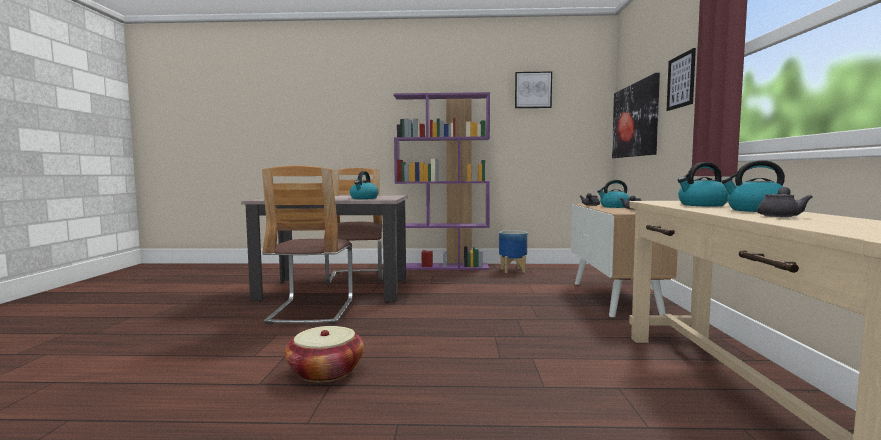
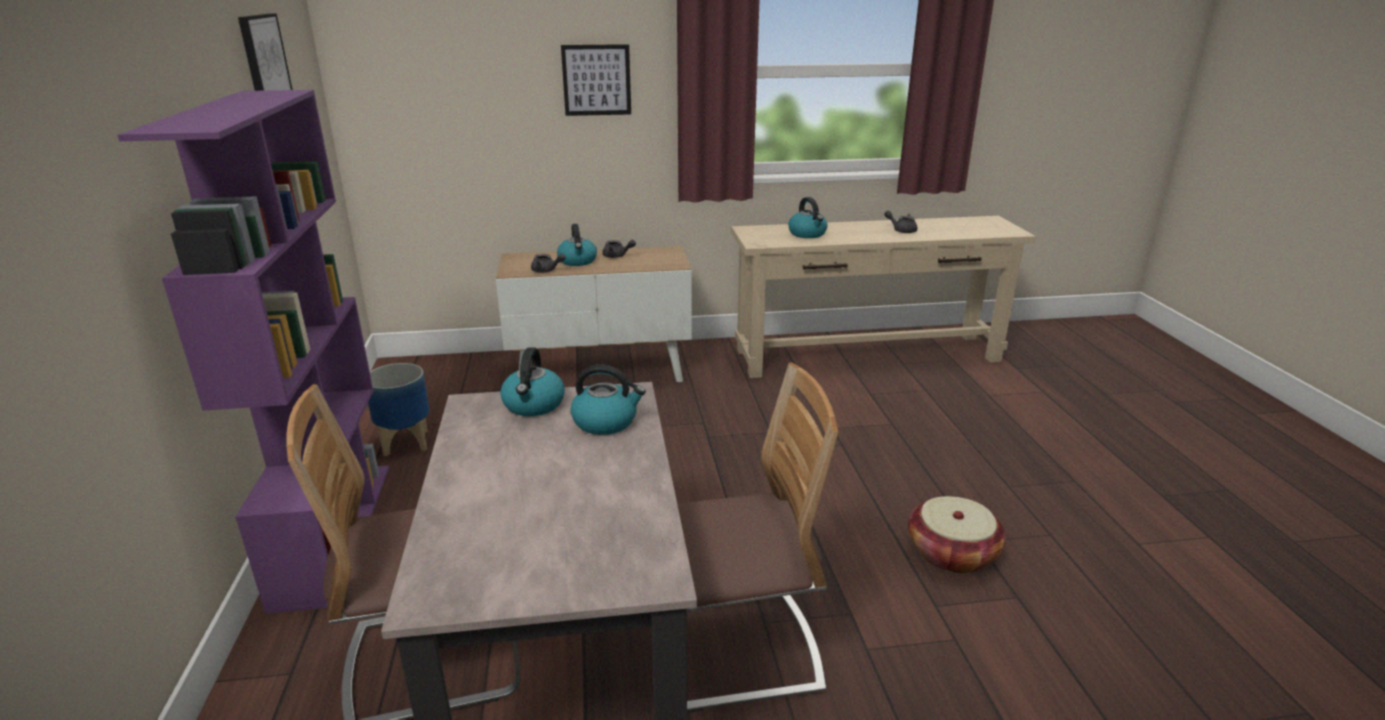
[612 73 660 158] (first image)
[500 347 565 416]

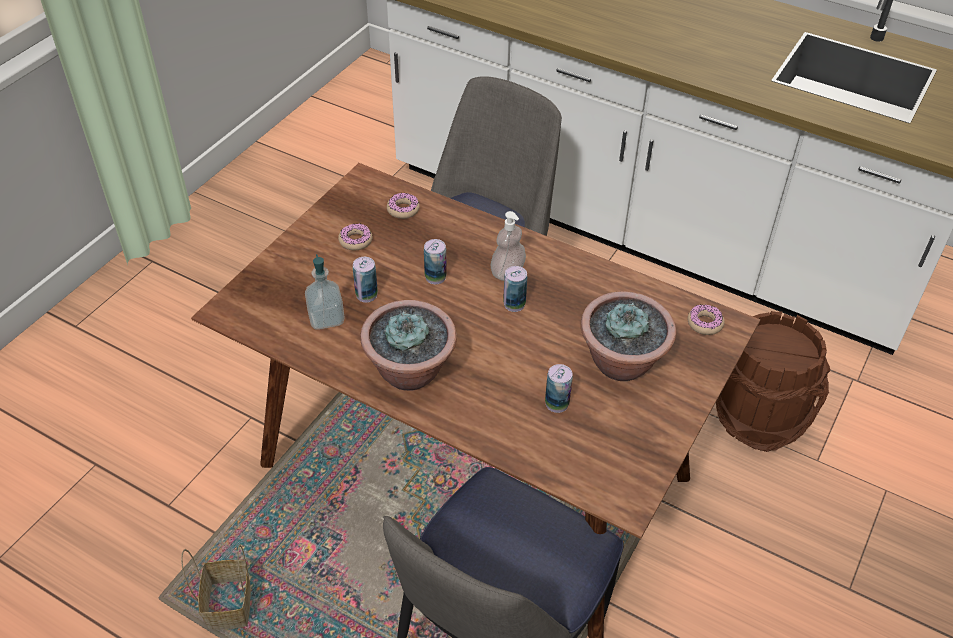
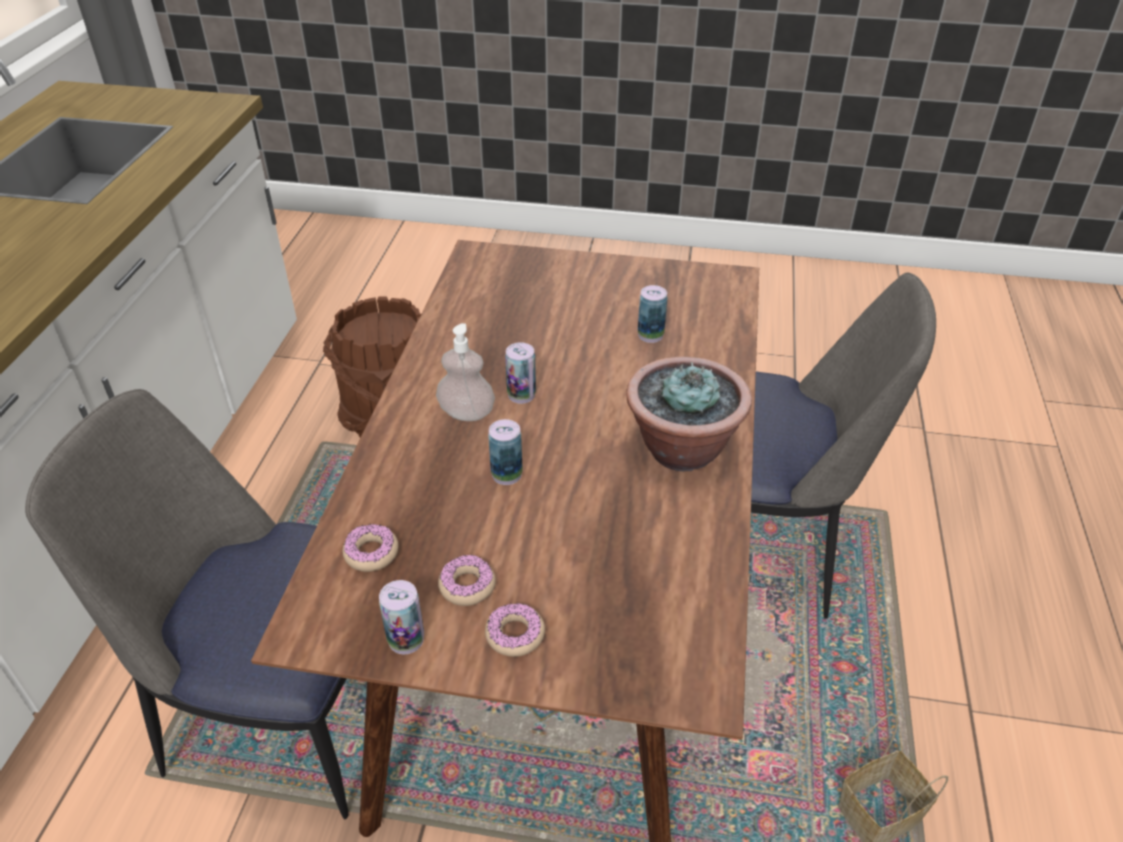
[305 254 345 330] (first image)
[379 580 424 654]
[581 291 676 381] (first image)
[485 602 545 657]

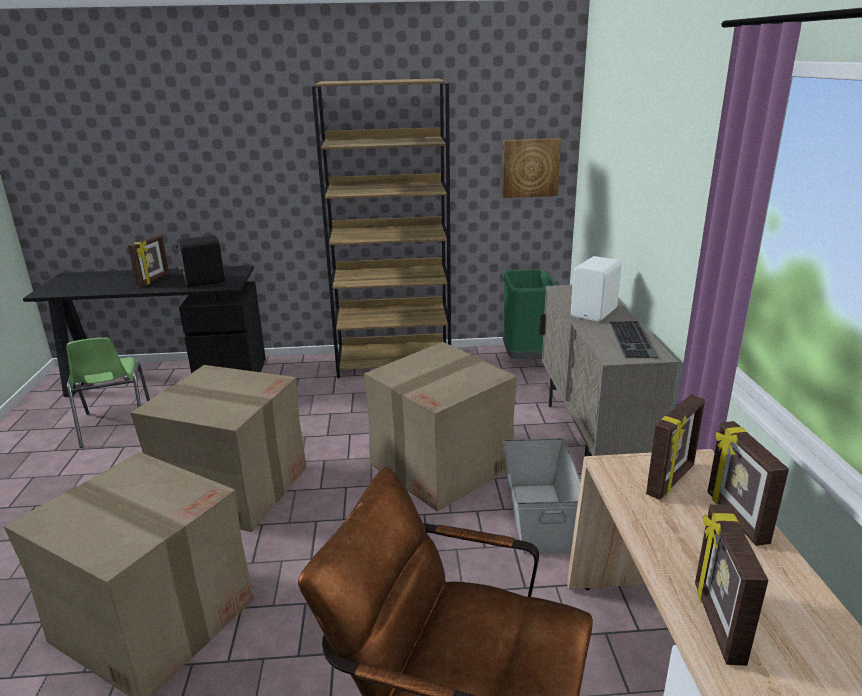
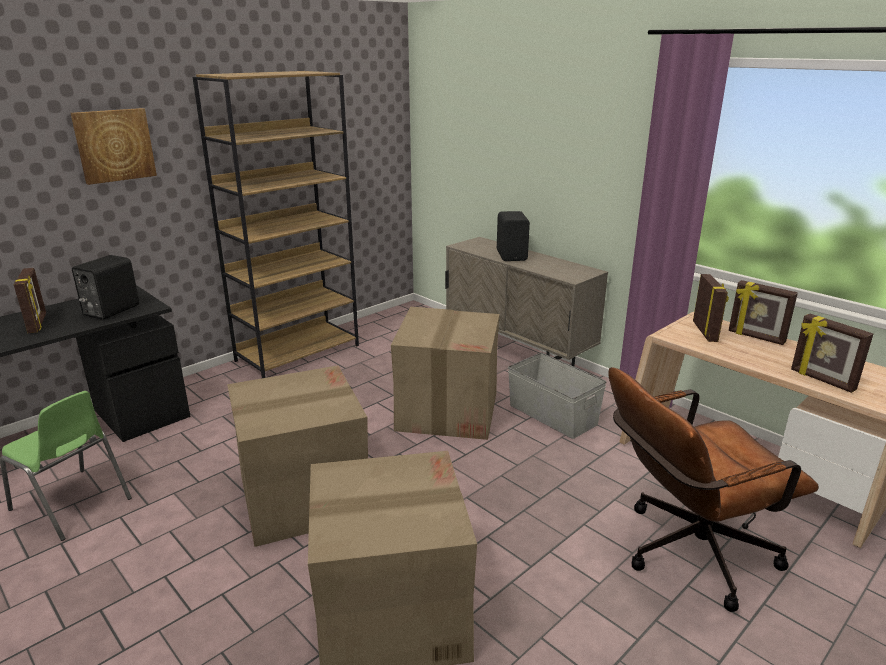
[71 108 157 185]
[503 269 556 359] (first image)
[497 211 530 261]
[609 321 658 358] (first image)

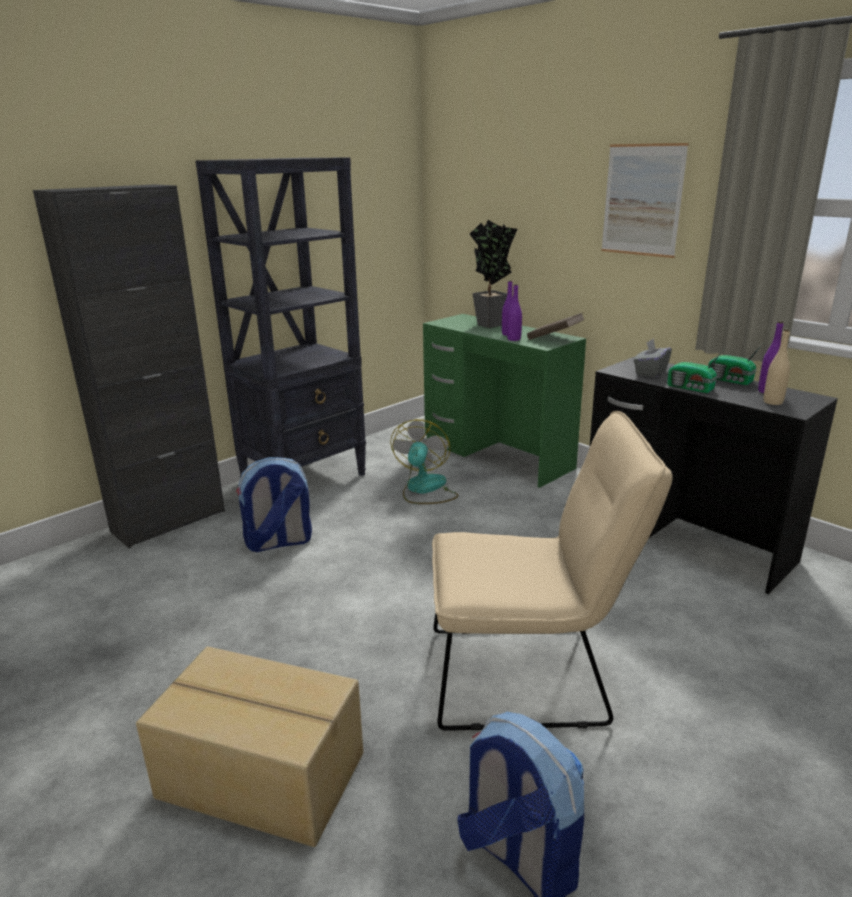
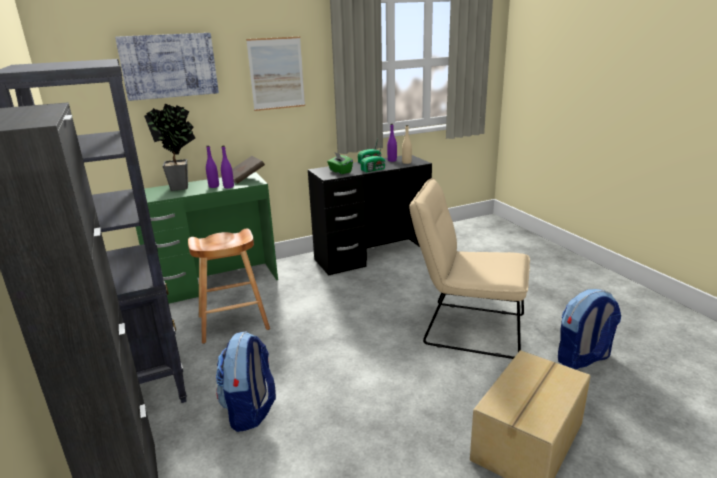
[188 229 270 344]
[410 178 530 359]
[327 153 353 174]
[115 33 219 101]

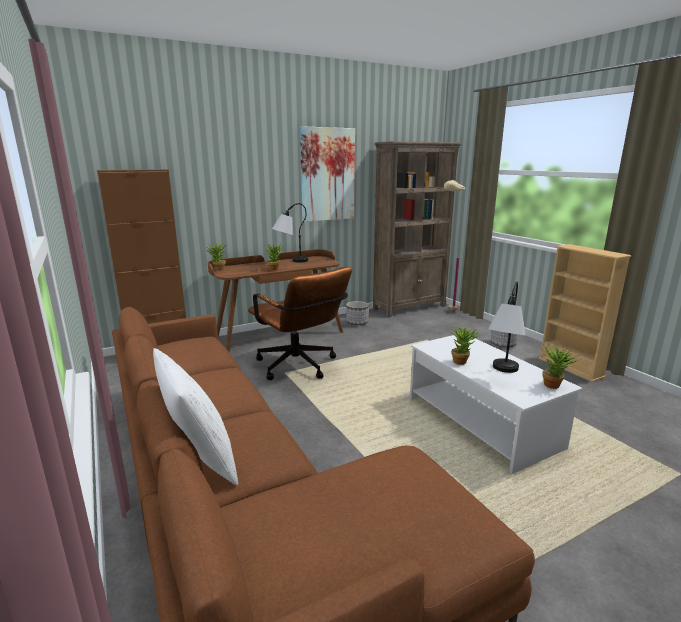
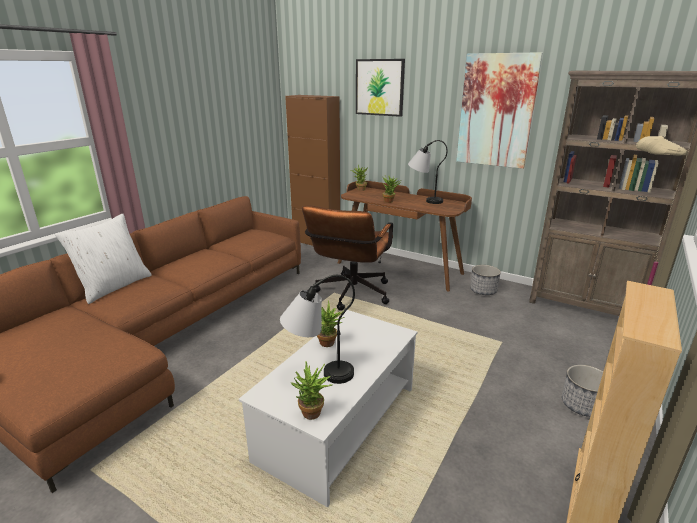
[356 59 405 117]

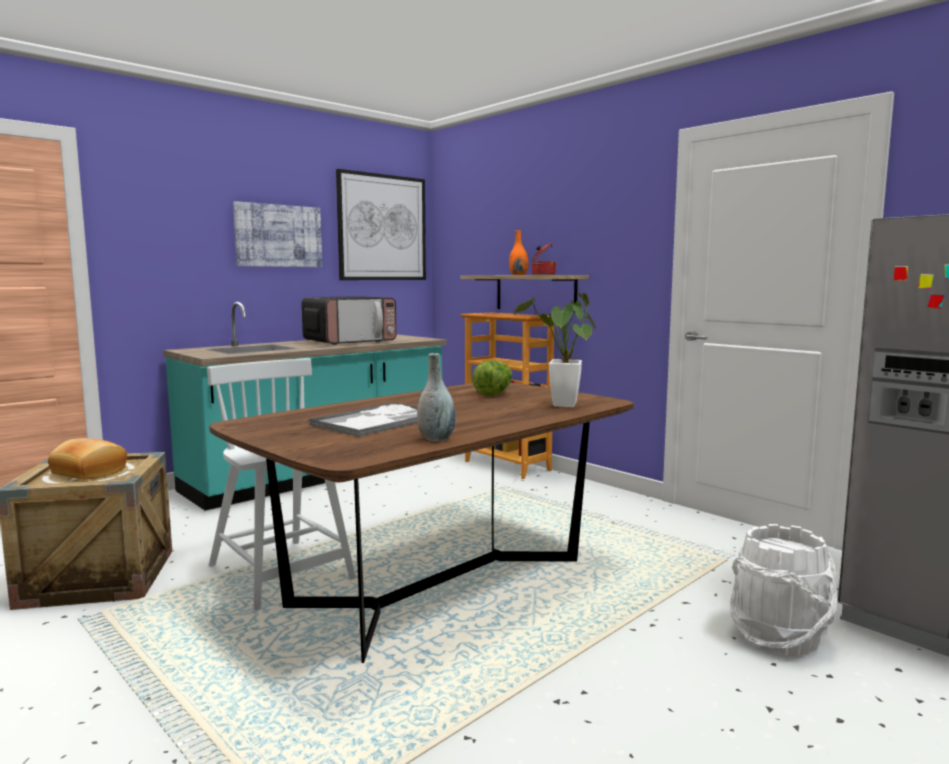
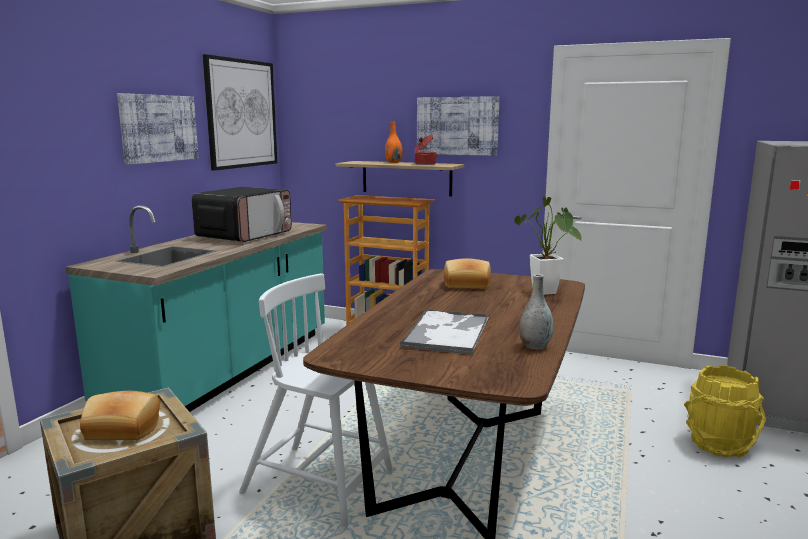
[444 258 491 289]
[684 365 766 458]
[417 96 500 156]

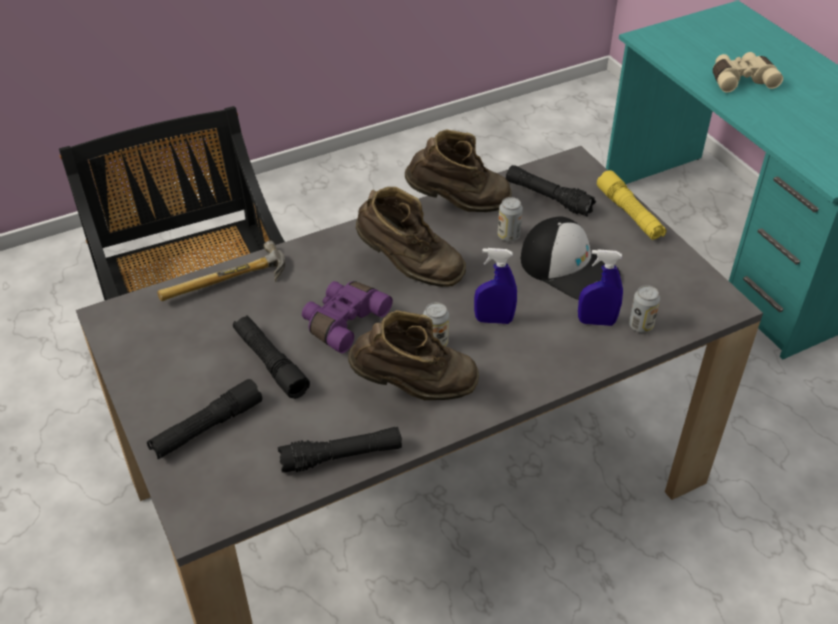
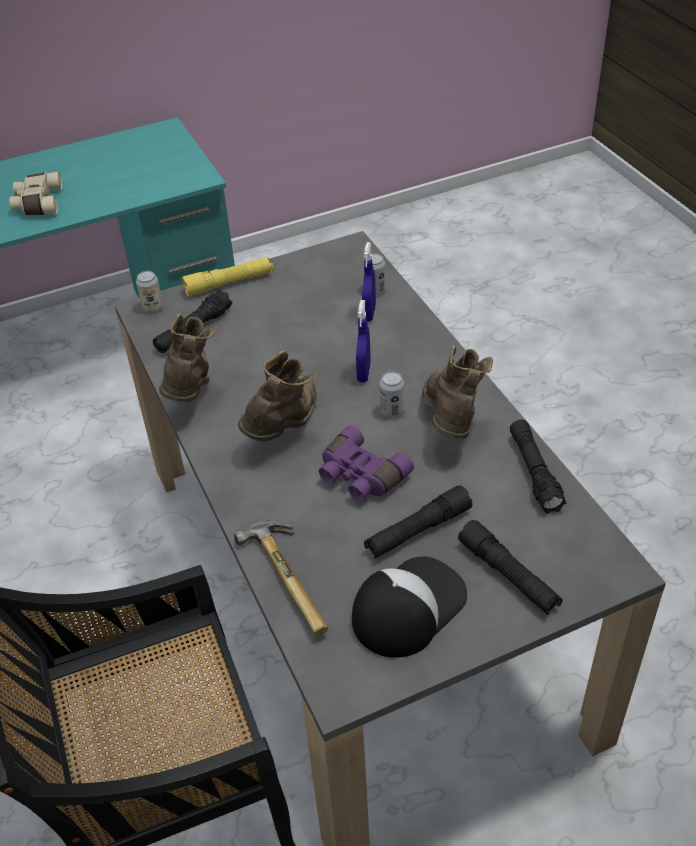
[136 271 163 313]
[352 556 467 658]

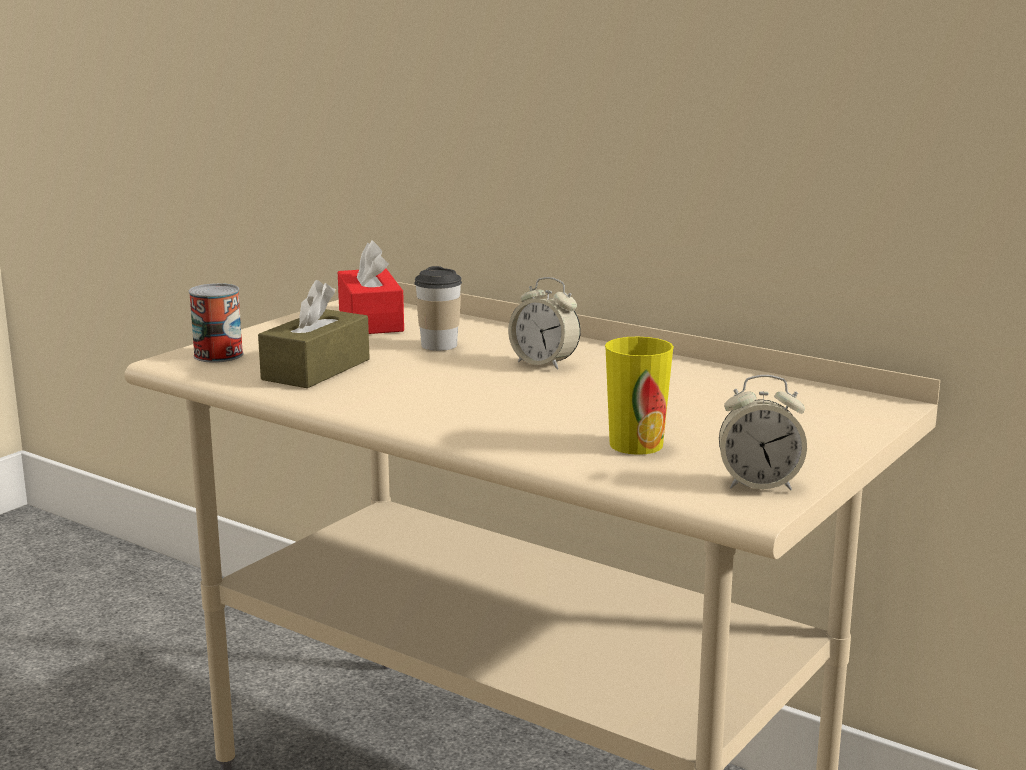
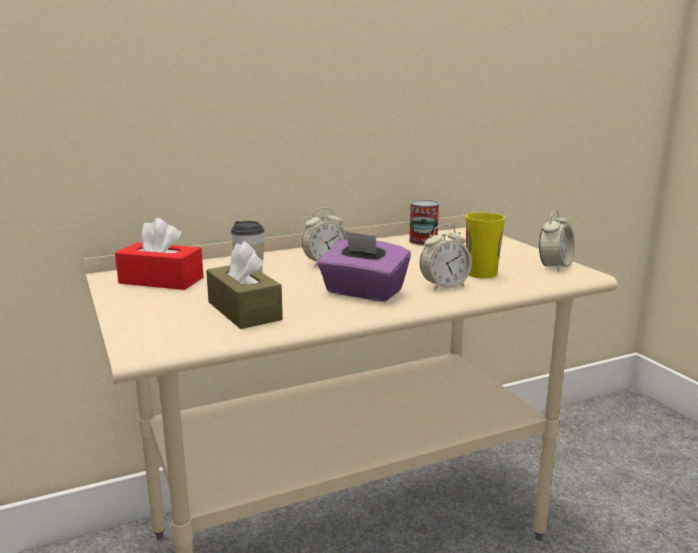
[409 200 440 246]
[318 231 411 302]
[420 224 472 291]

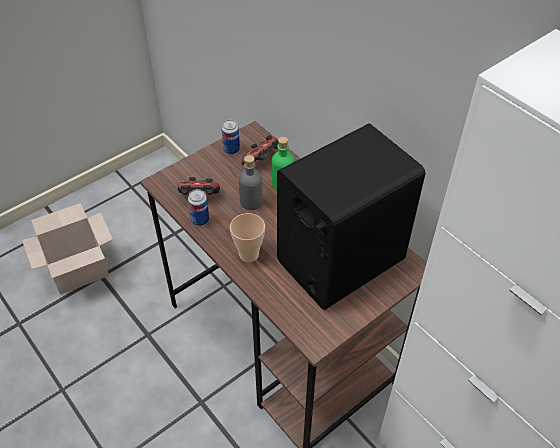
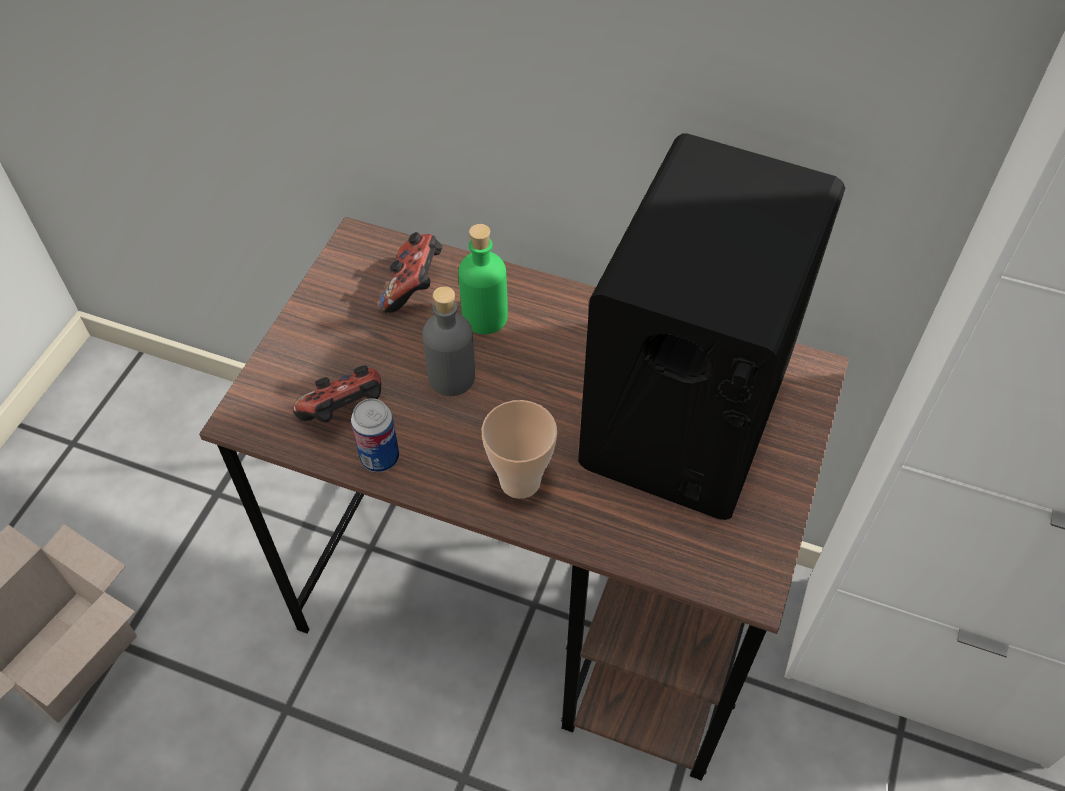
[221 120 240 154] (first image)

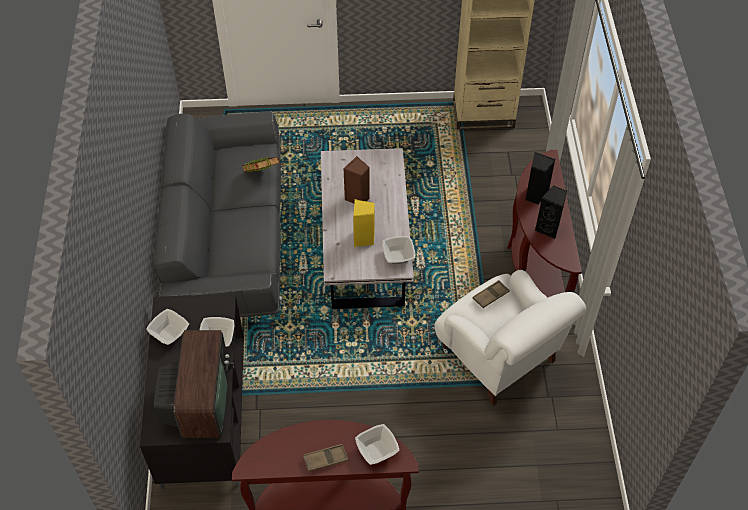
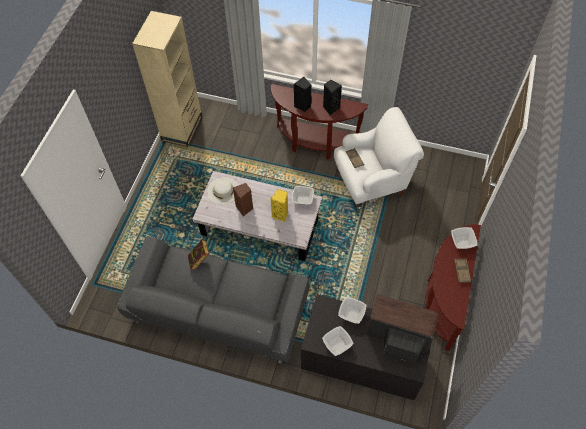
[207 177 239 204]

